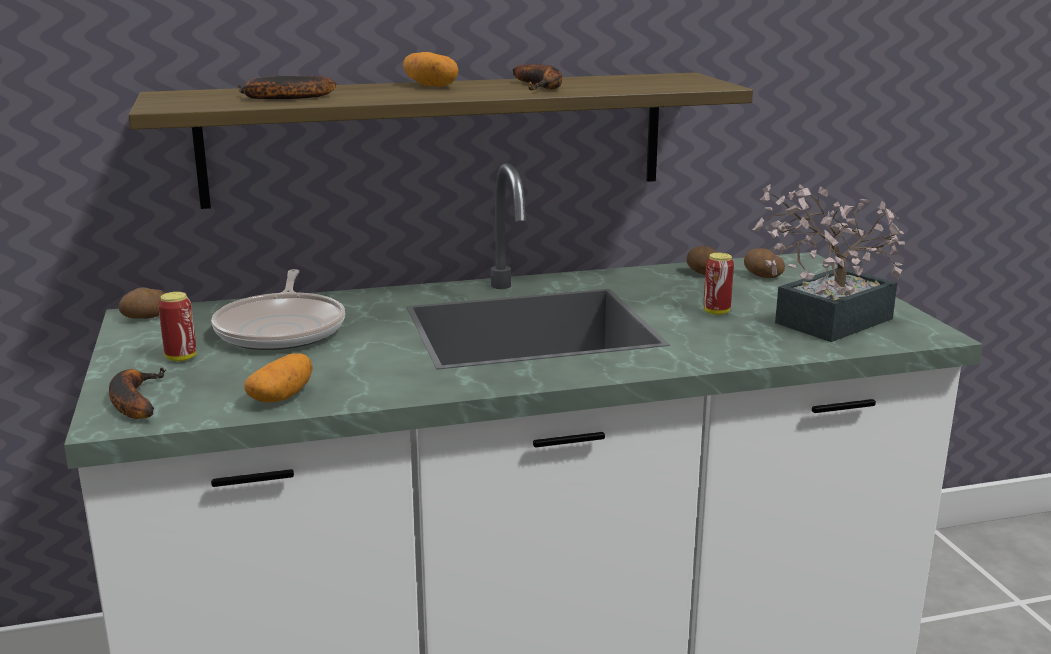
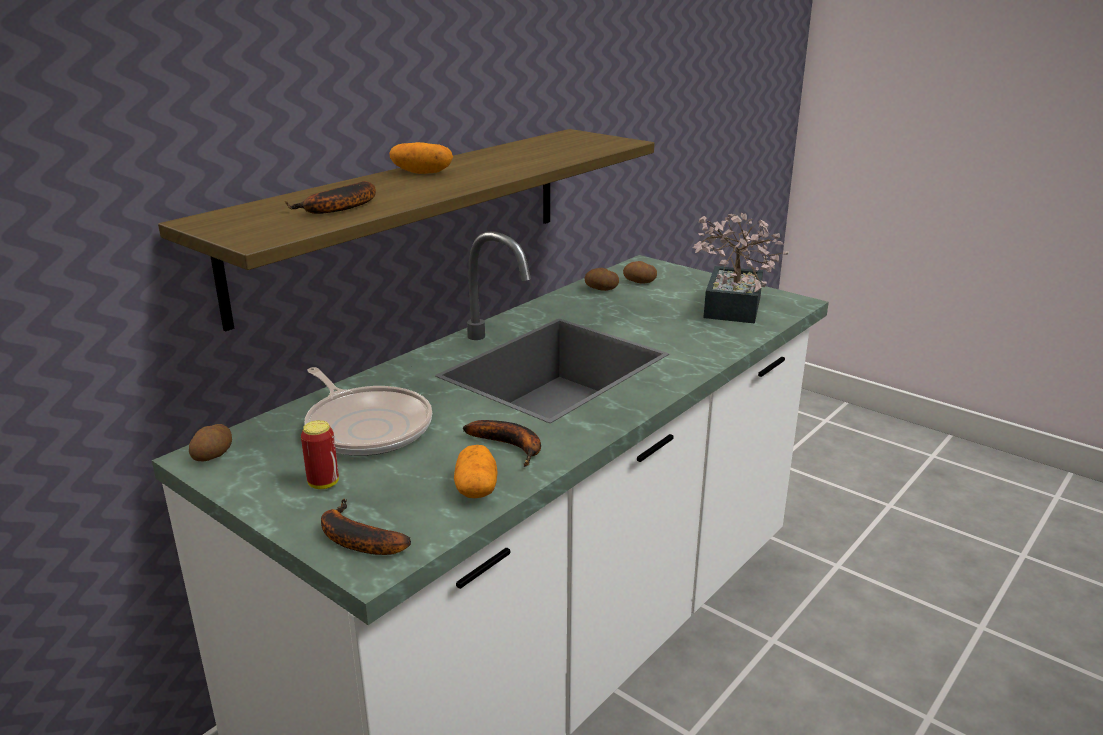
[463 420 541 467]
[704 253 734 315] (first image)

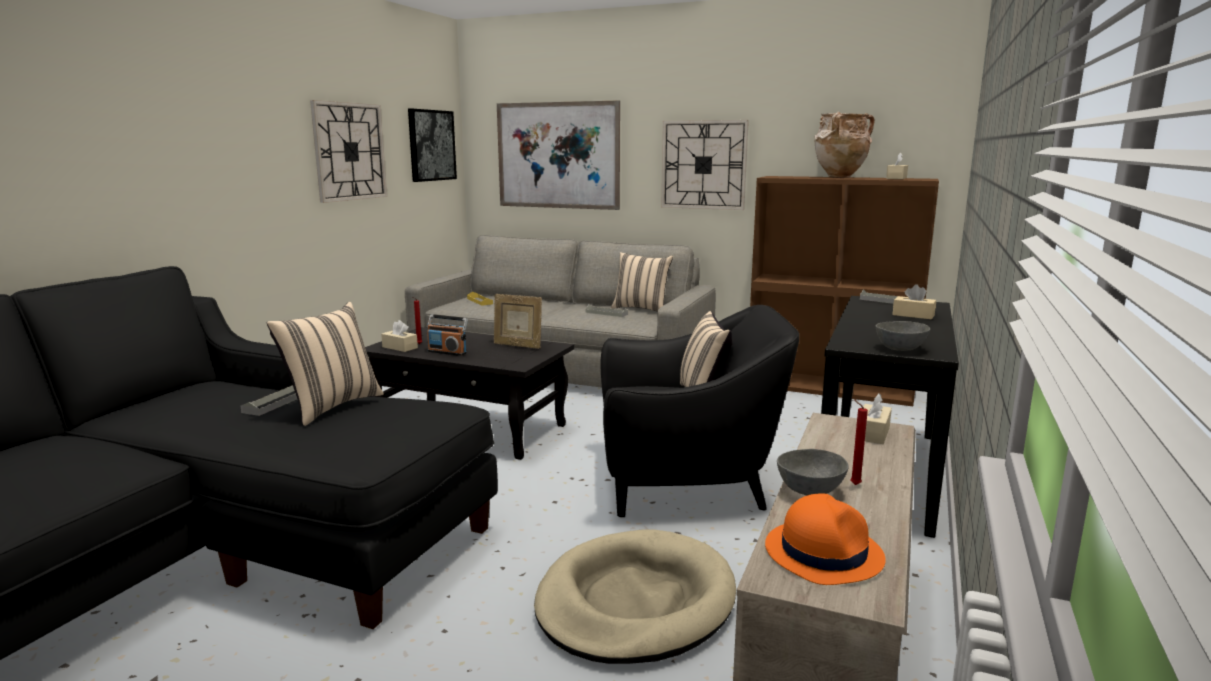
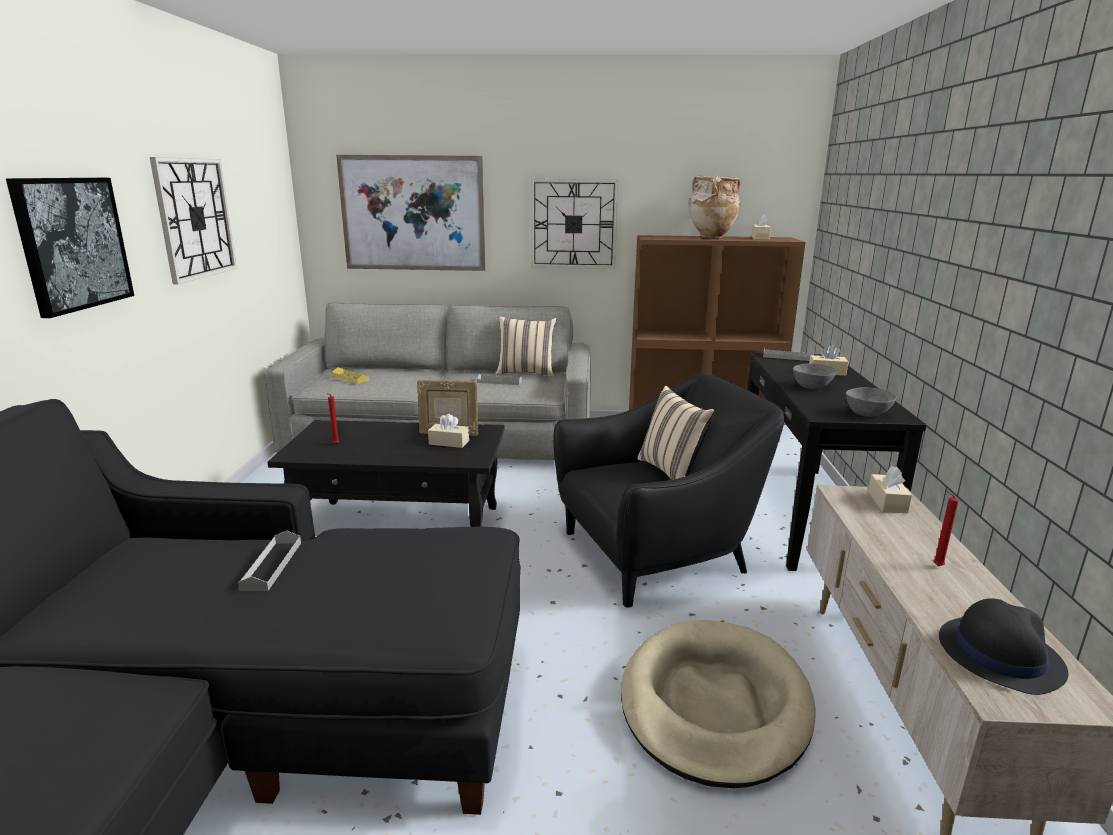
[267 302 384 426] (first image)
[428 413 469 448]
[6 178 134 318]
[427 314 468 356] (first image)
[939 598 1068 695]
[793 363 837 389]

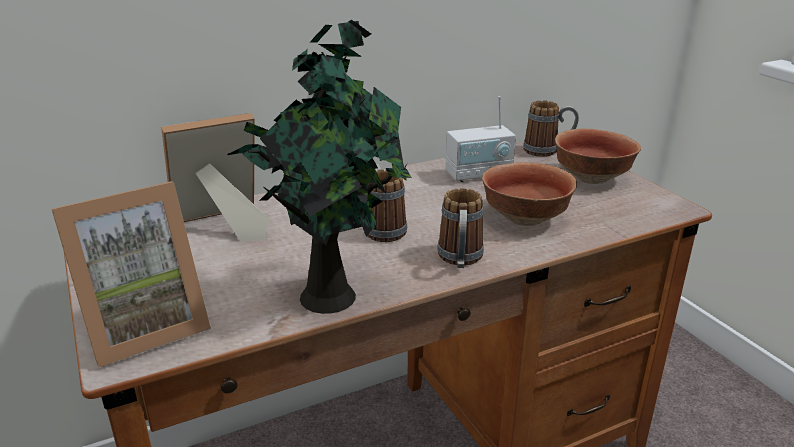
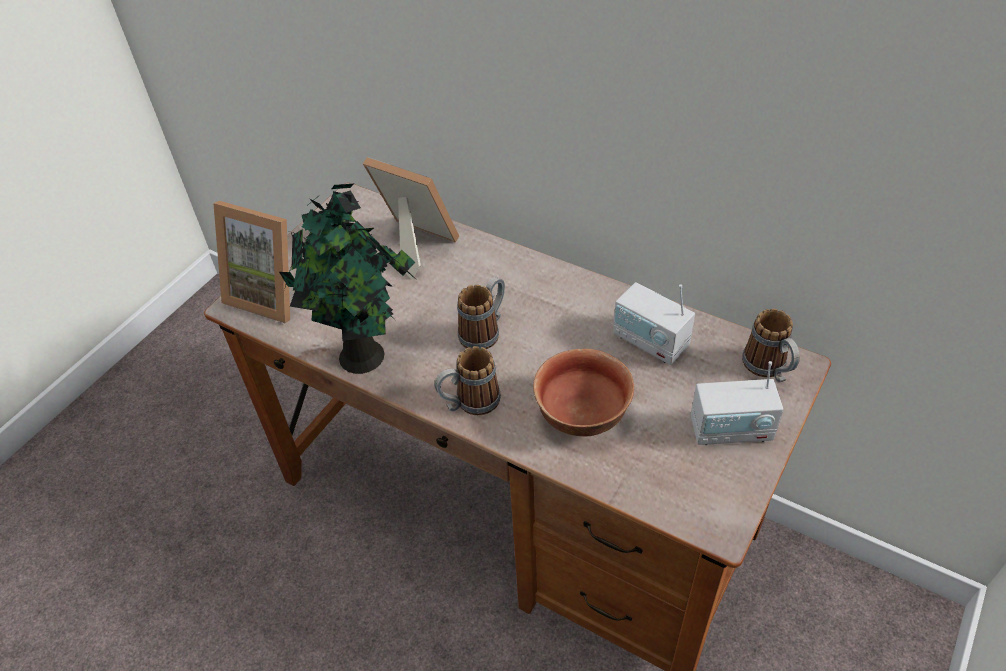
[691 361 783 445]

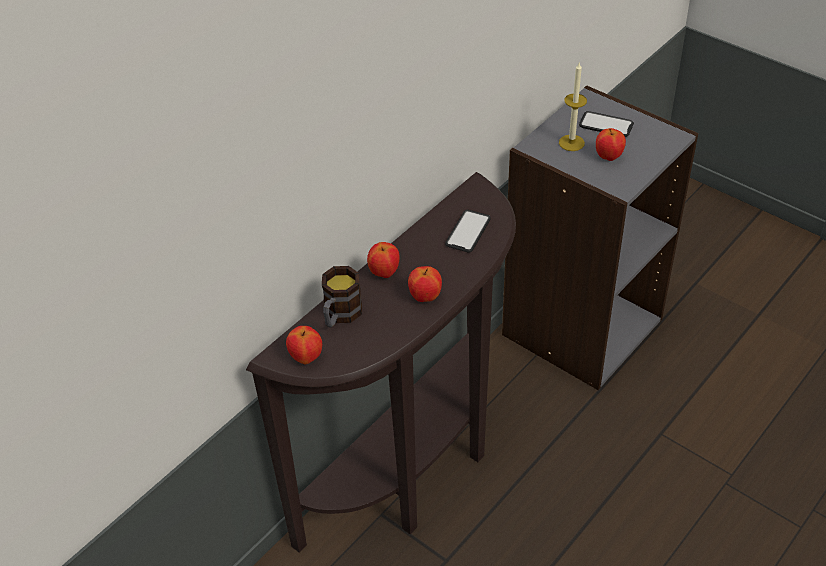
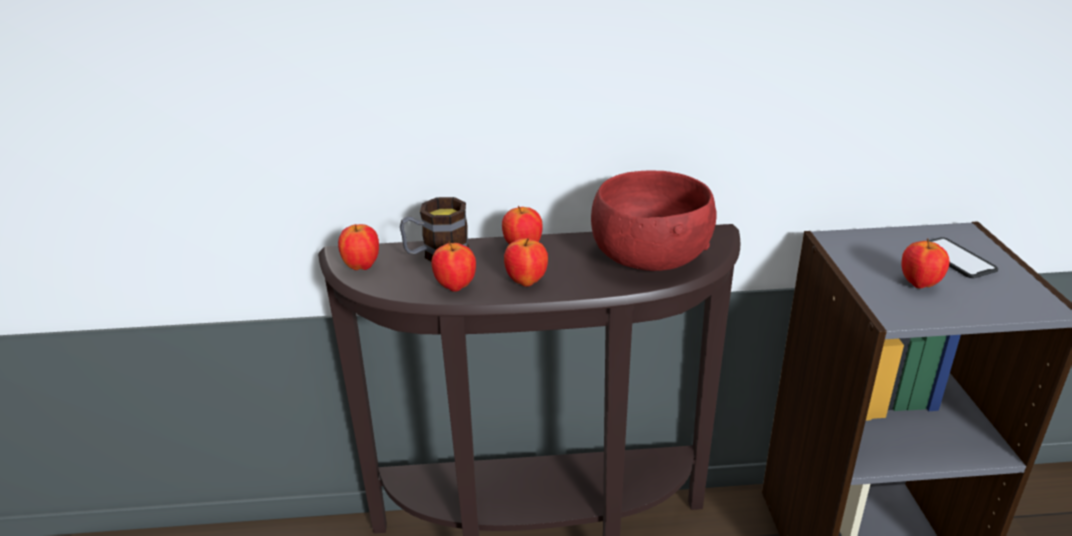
[591 171 717 271]
[559 63 587 151] (first image)
[431 241 476 292]

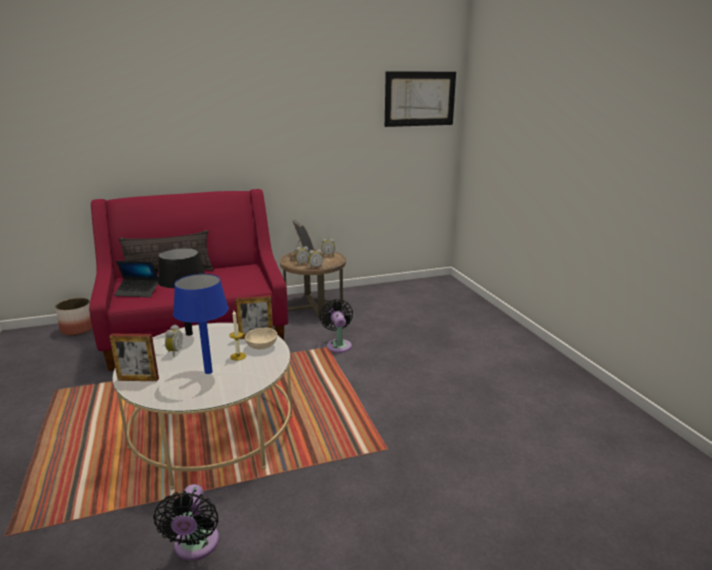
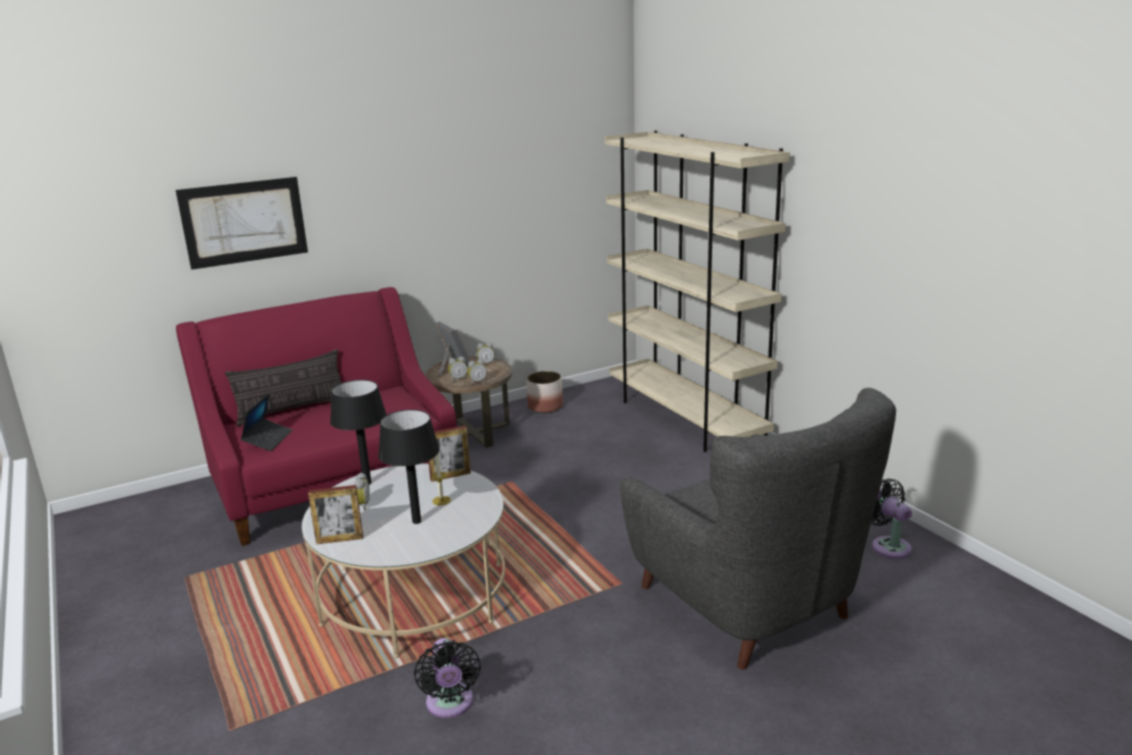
[527 371 563 413]
[240 393 292 451]
[378 410 440 524]
[245 328 277 349] (first image)
[871 479 912 559]
[176 177 308 270]
[605 131 790 452]
[621 388 896 670]

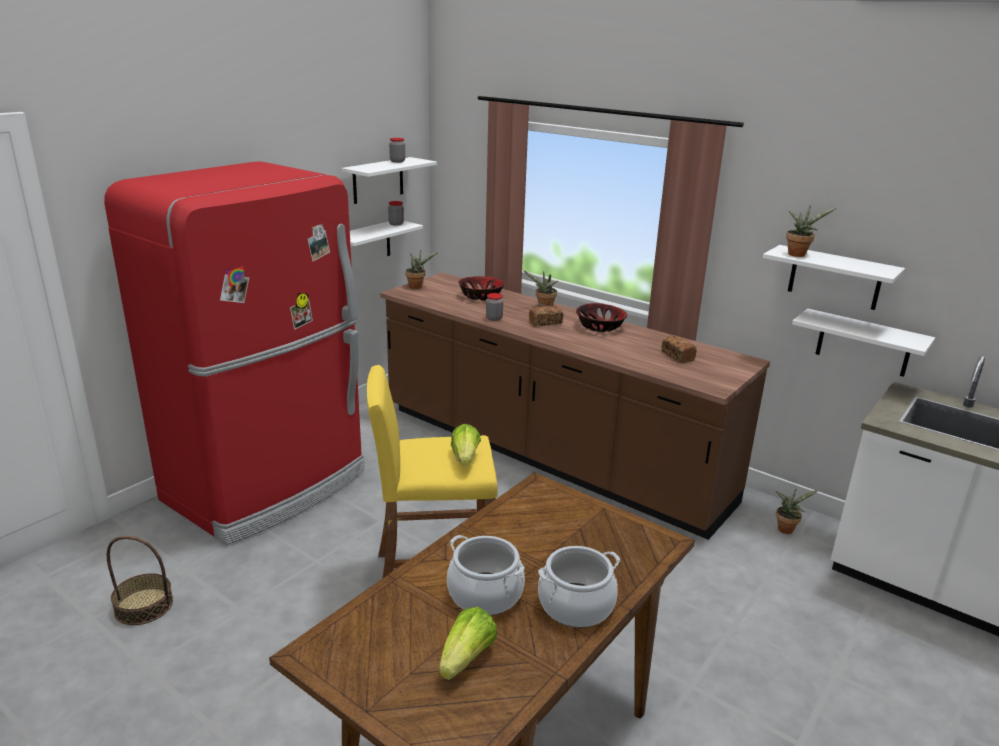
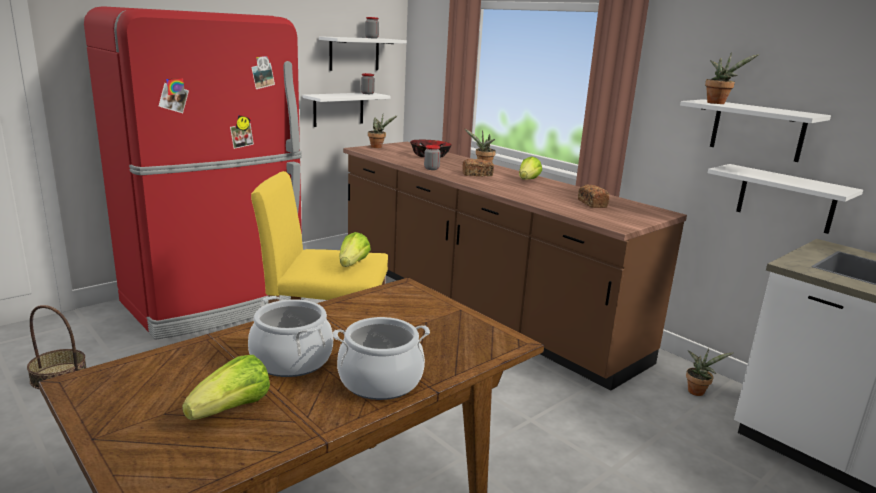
[519 156 542 179]

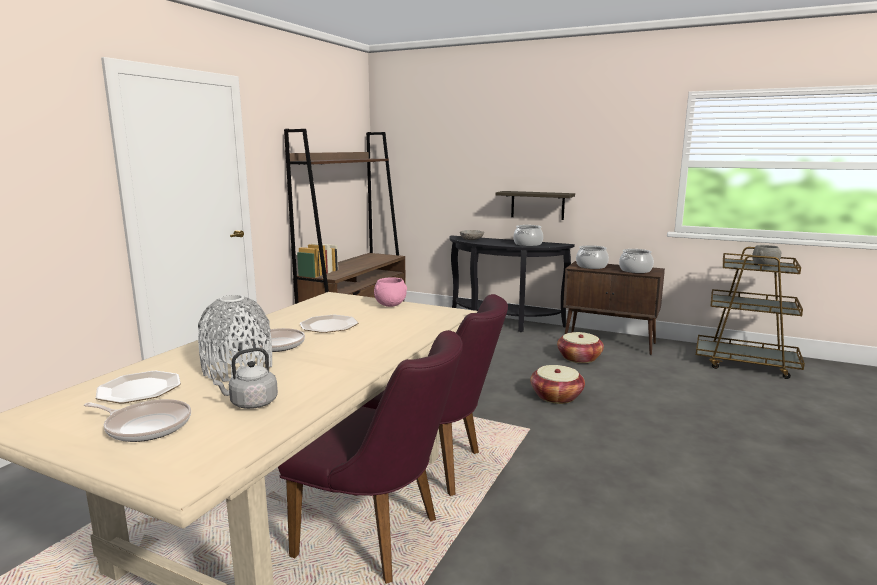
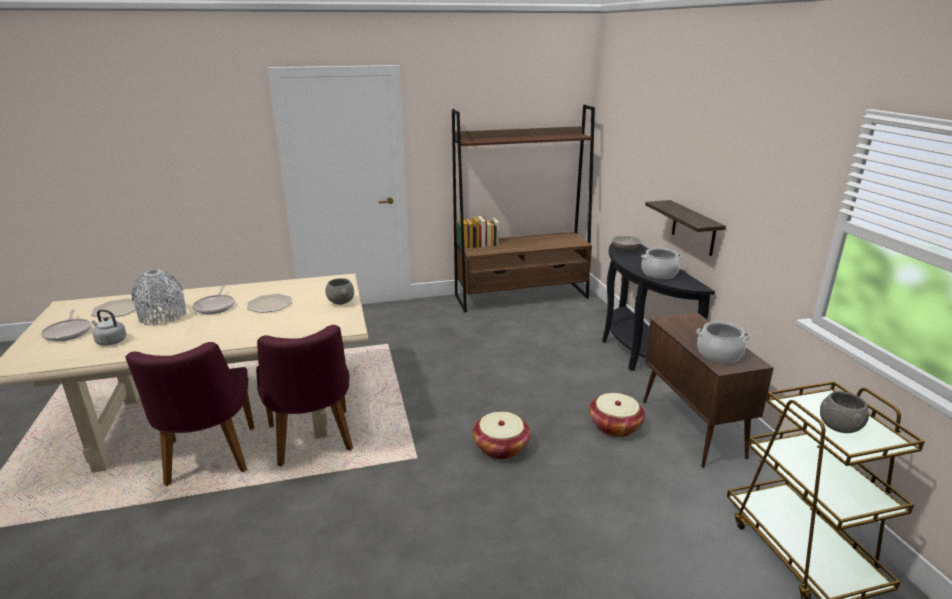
[326 278 354 305]
[576 245 609 269] (first image)

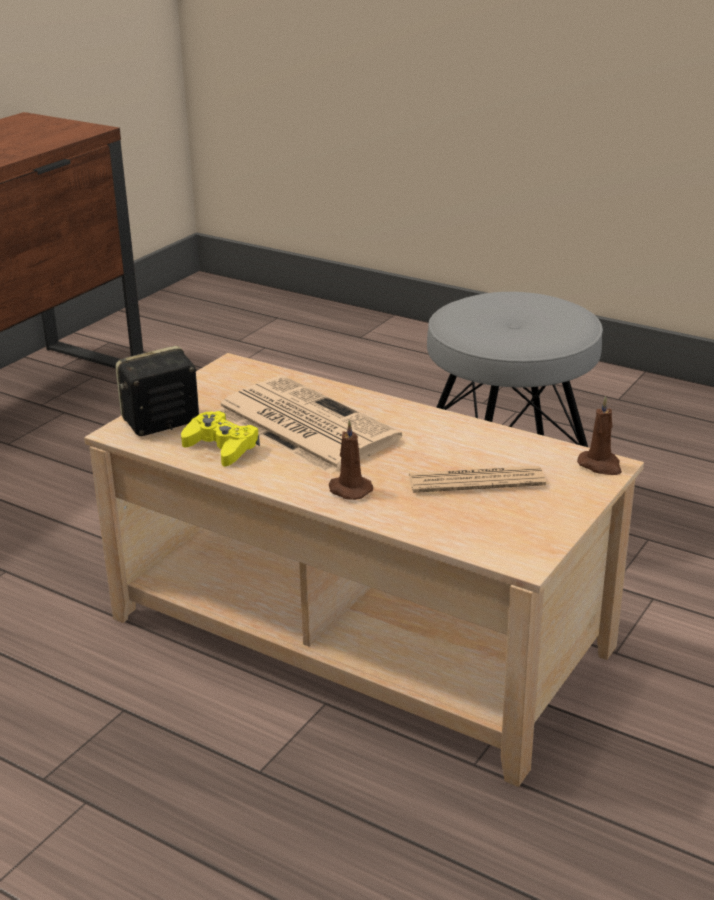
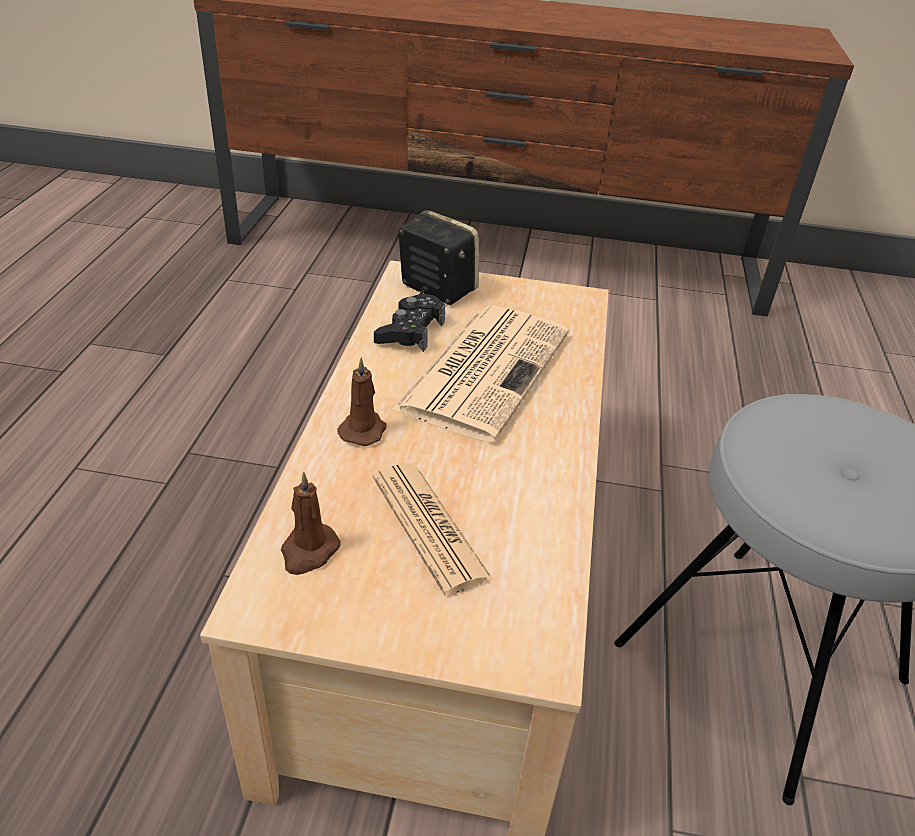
[374 294 445 352]
[281 472 340 575]

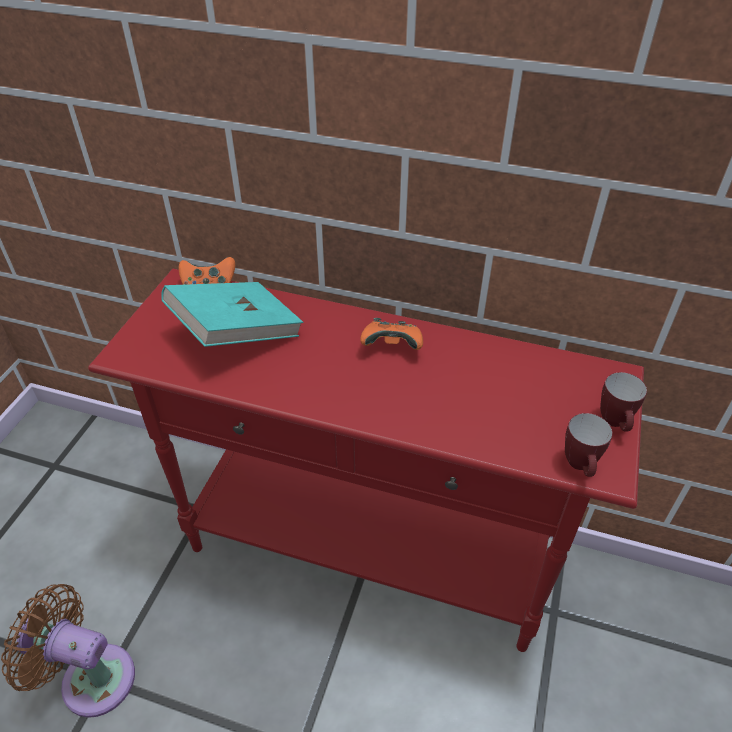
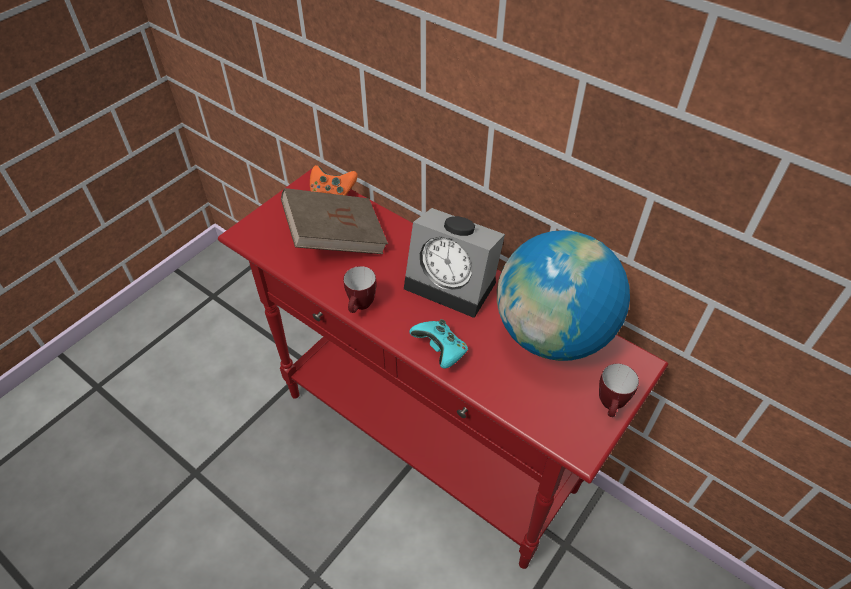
[1 584 135 718] (first image)
[281 188 388 254]
[404 208 505 318]
[343 266 377 313]
[409 319 468 368]
[497 230 630 361]

